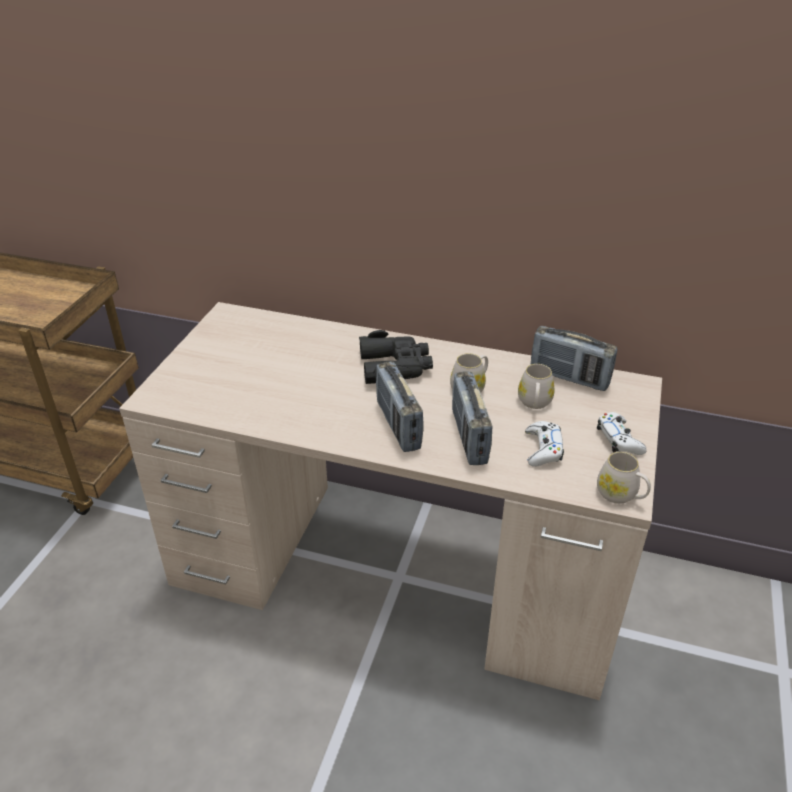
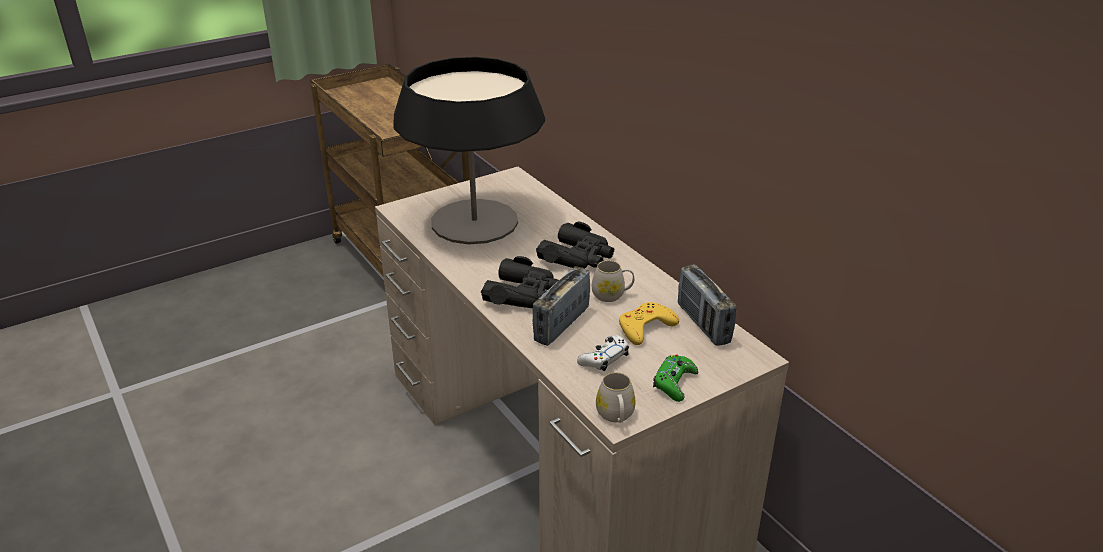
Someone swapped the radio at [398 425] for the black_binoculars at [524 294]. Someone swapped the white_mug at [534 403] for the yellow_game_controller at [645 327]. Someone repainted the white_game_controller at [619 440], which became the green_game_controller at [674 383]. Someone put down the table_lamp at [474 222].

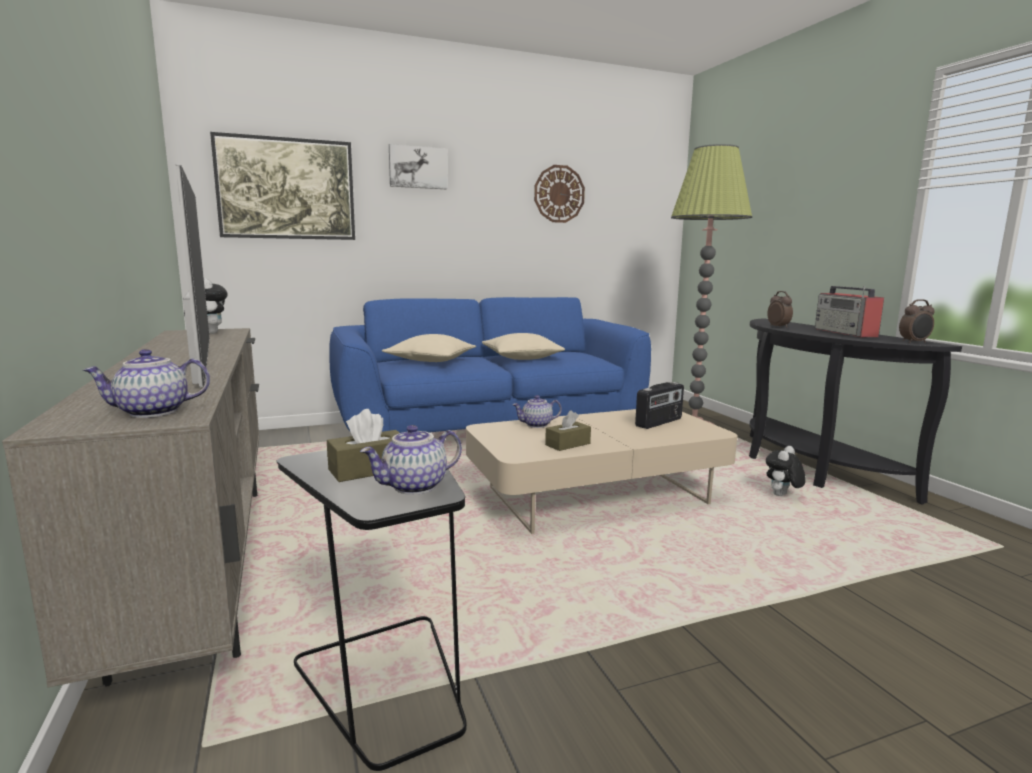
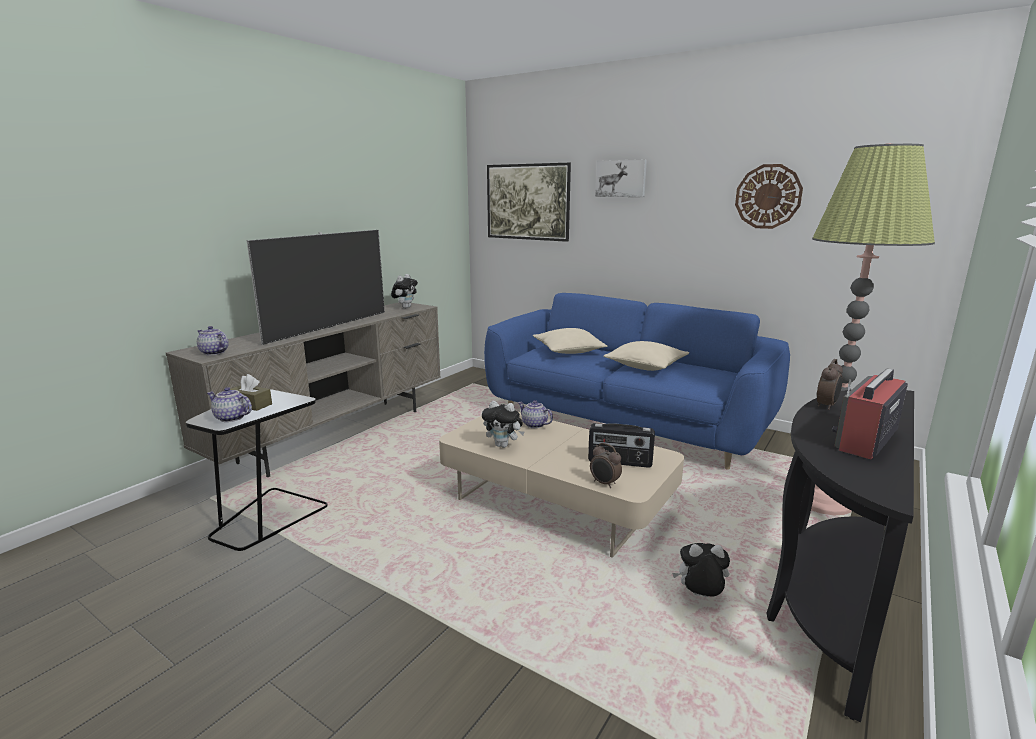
Someone carried the alarm_clock from [914 342] to [604 483]. Someone swapped the brown_tissue_box at [567 444] for the plush_toy at [503 445].

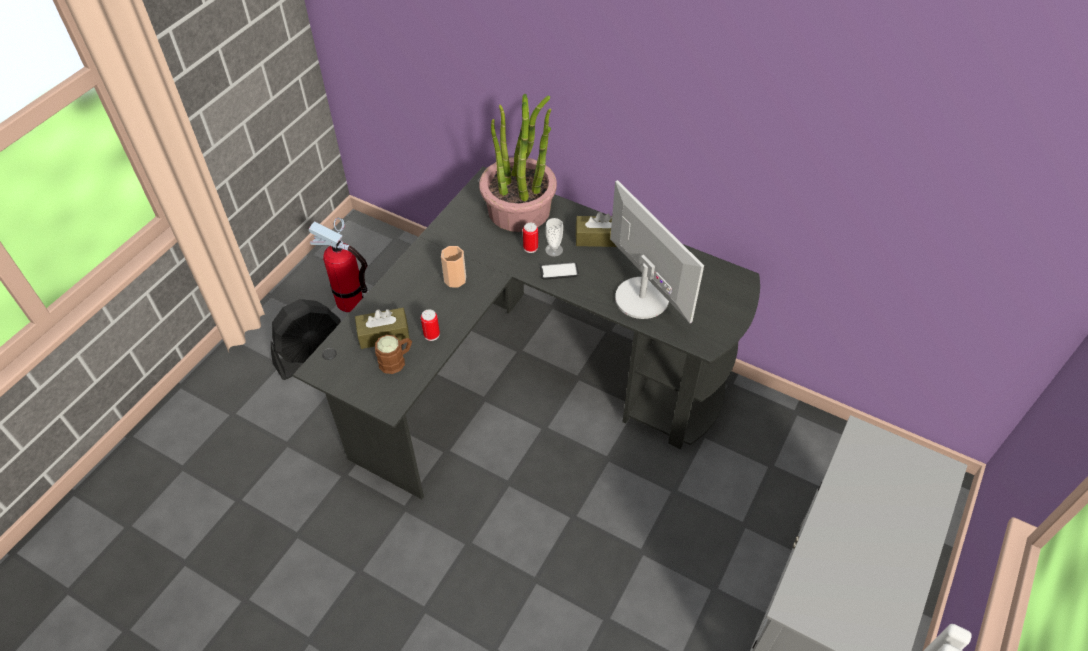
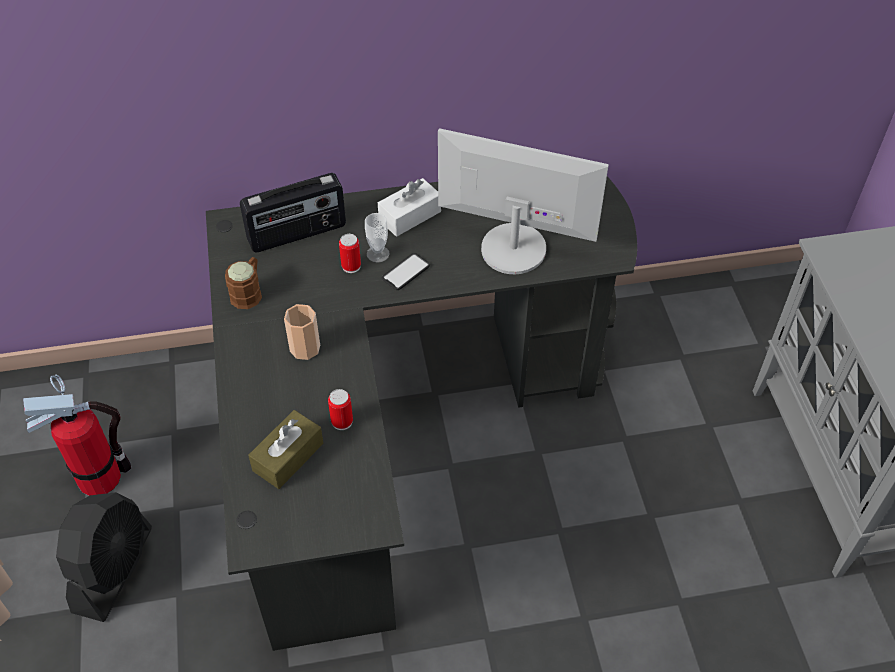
Someone swapped the potted_plant at [519 210] for the radio at [297 234]. Someone repainted the brown_tissue_box at [598 238], which became the white_tissue_box at [410 216]. Someone carried the brown_mug from [396 361] to [248 292].

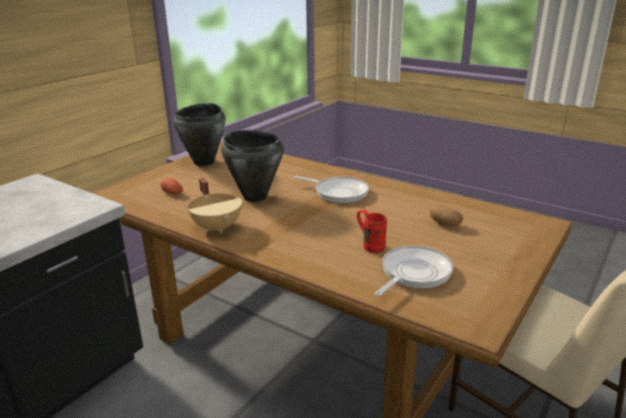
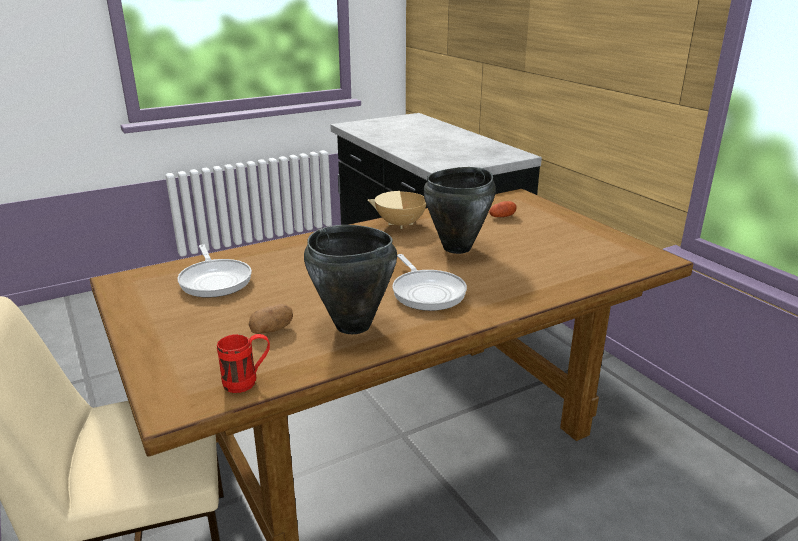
Someone carried the black_cooking_pot from [204 162] to [353 326]. Someone rotated the frying_pan at [338 192] by 75 degrees counterclockwise. Someone carried the red_mug from [370 245] to [248 382].

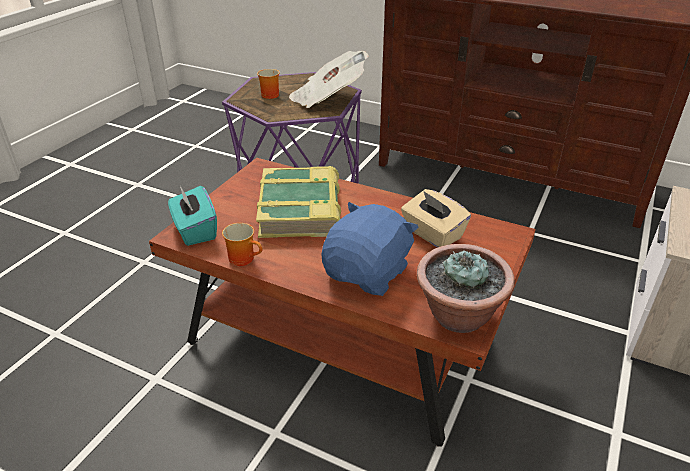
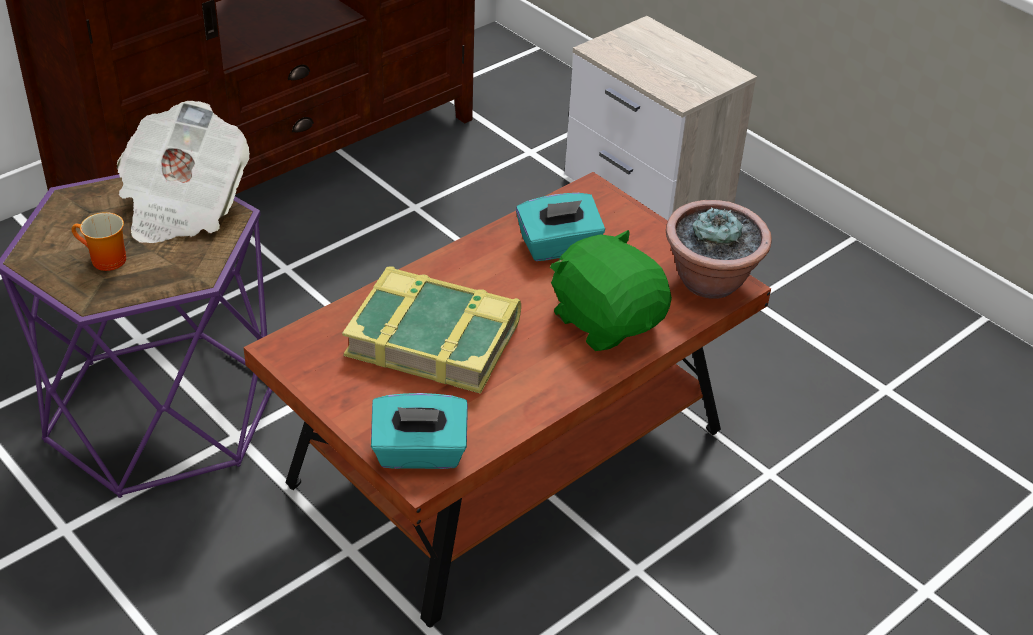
Someone repainted the beige_tissue_box at [432 234], which became the turquoise_tissue_box at [558 247]. Someone repainted the blue_plush_toy at [368 273], which became the green_plush_toy at [606 321]. Someone took away the mug at [245 258].

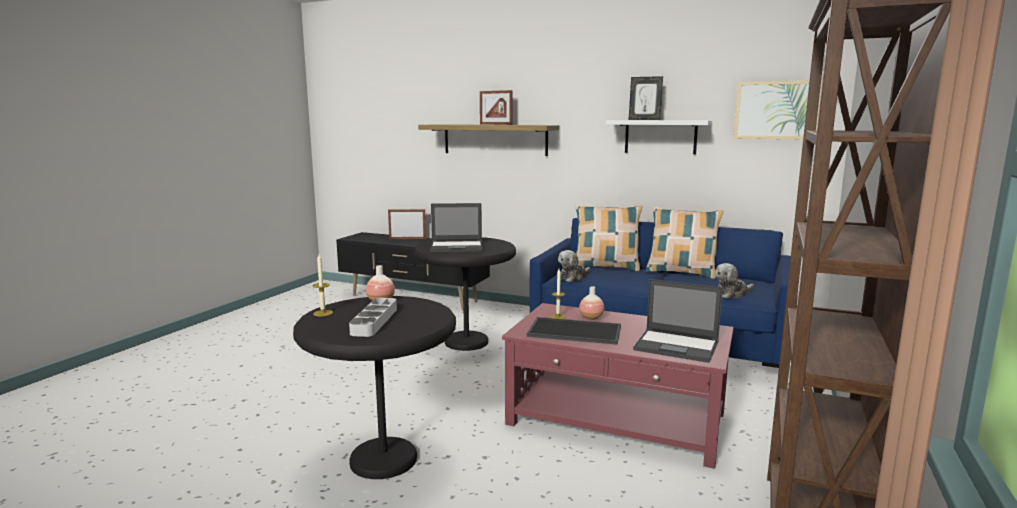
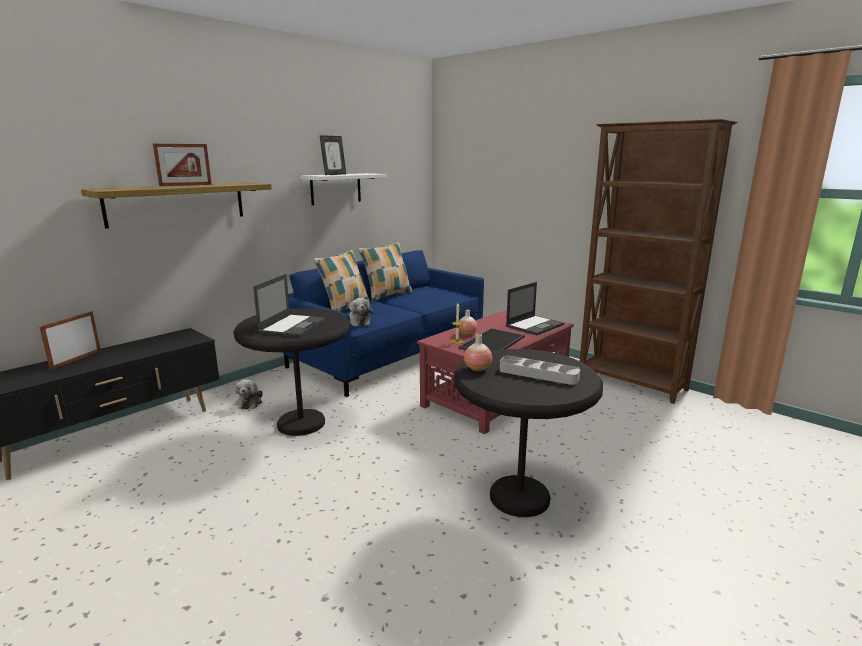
Someone took away the picture at [777 110]. Someone took away the candle at [323 313]. Someone carried the plush_toy from [732 294] to [250 402].

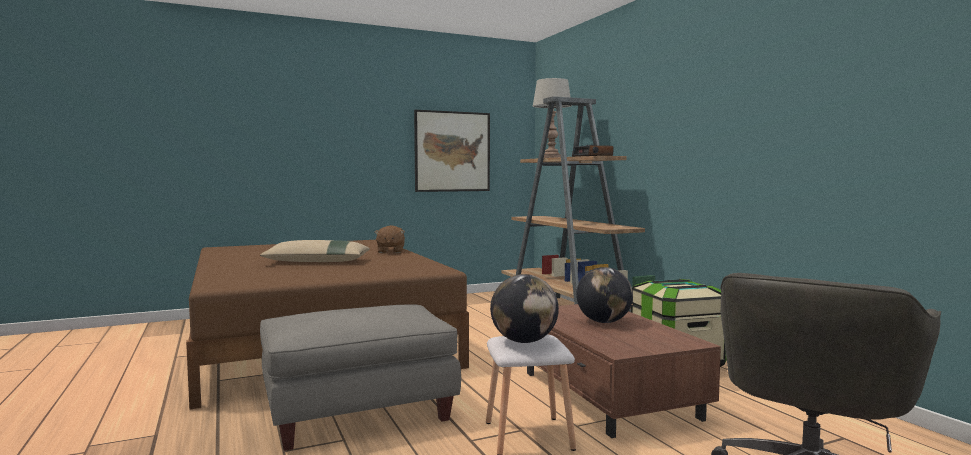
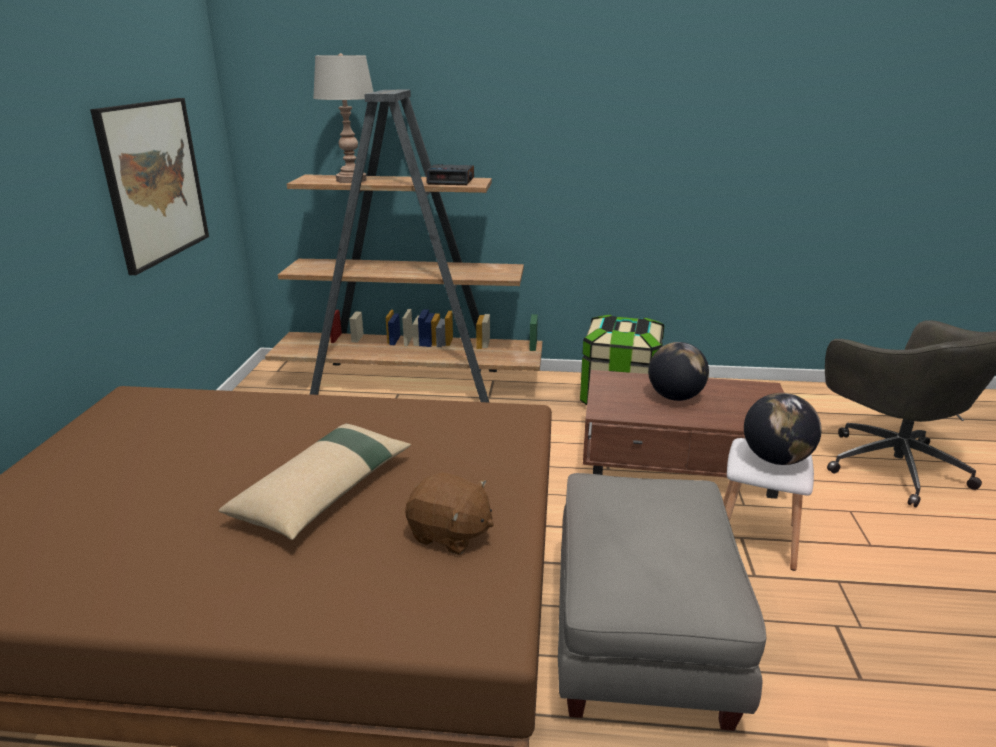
Someone carried the brown_plush_toy from [390 251] to [450 534].

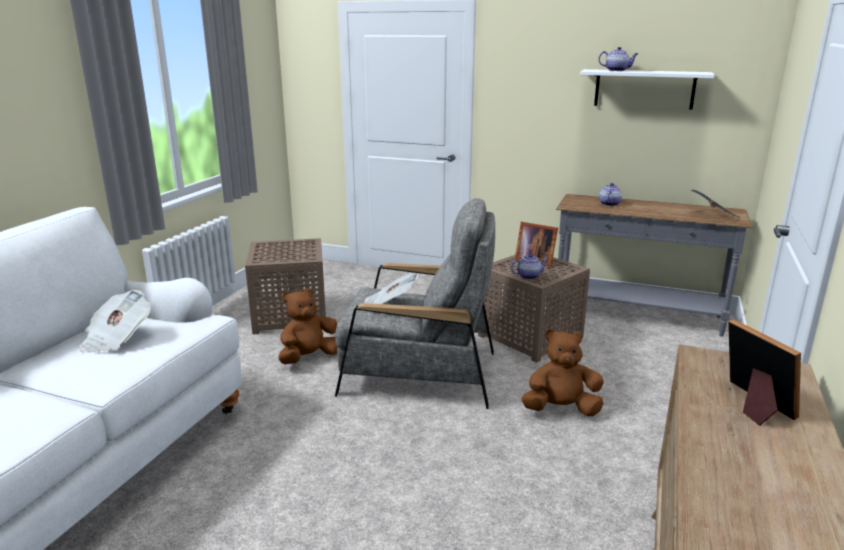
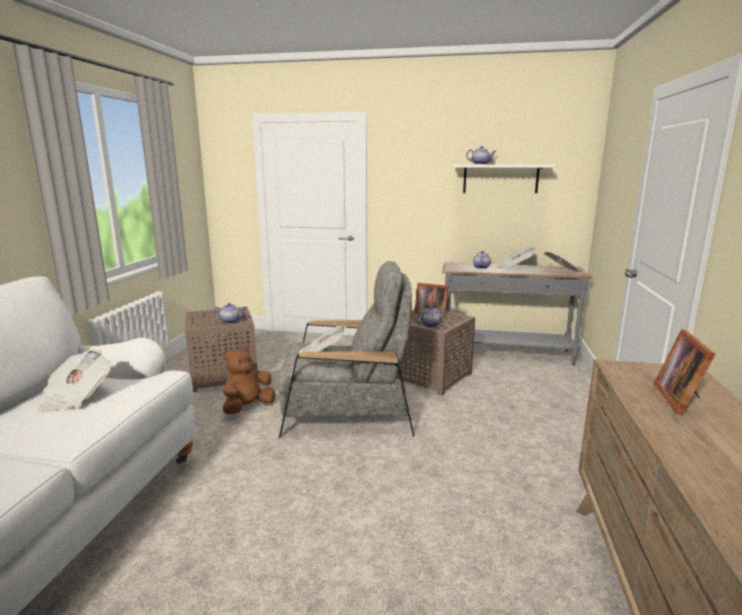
Someone rotated the picture_frame at [753 404] by 135 degrees counterclockwise. Someone took away the brown_plush_toy at [561 409]. Someone put down the newspaper at [514 268]. Someone put down the teapot at [231 321].

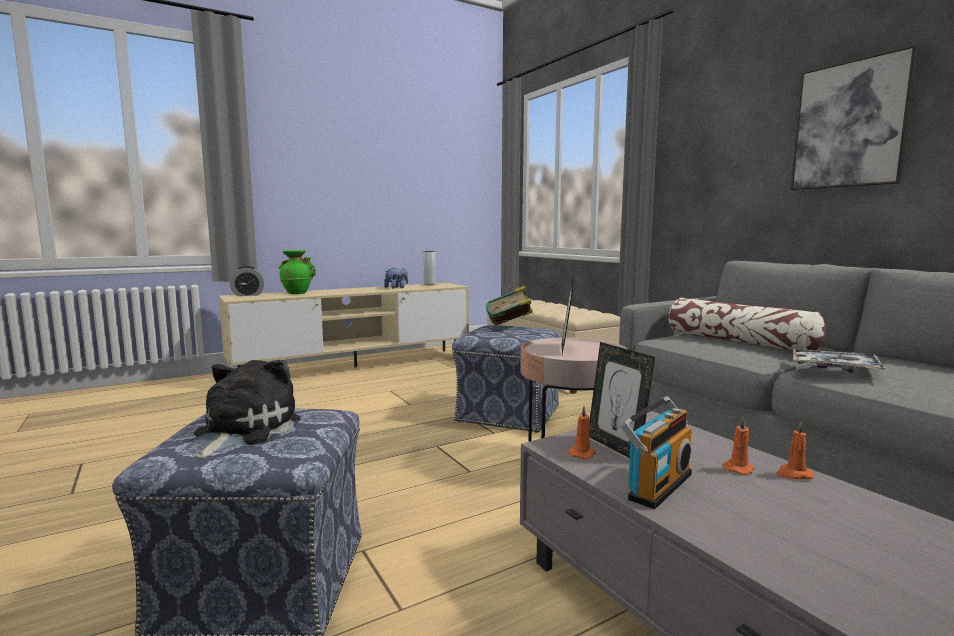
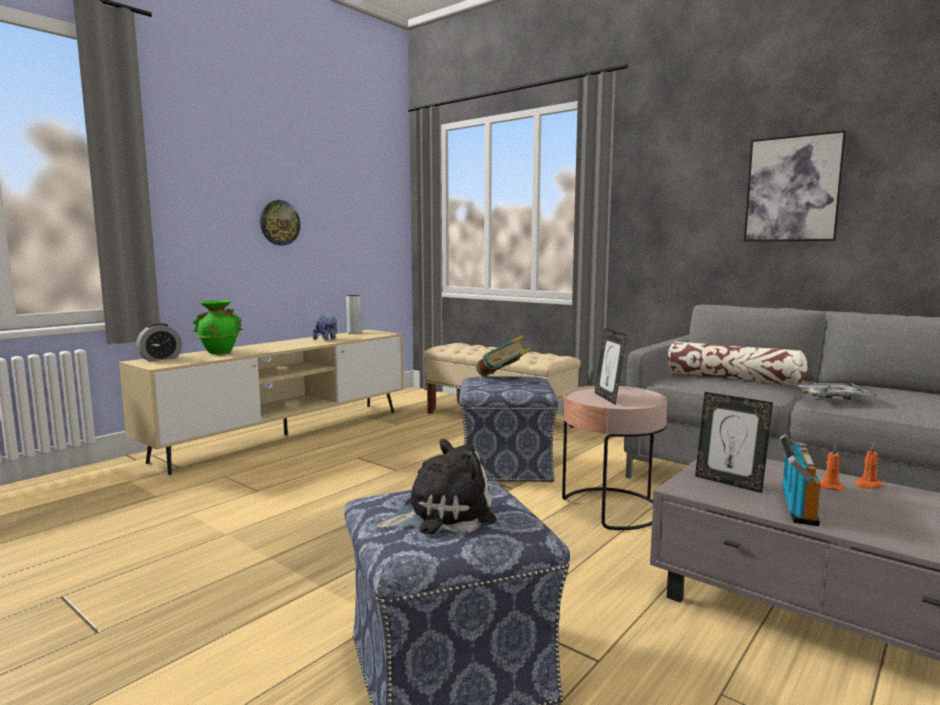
Someone rotated the plush_toy at [243 431] by 75 degrees clockwise. Someone took away the orange_candle at [582 454]. Someone put up the wall_clock at [279 223].

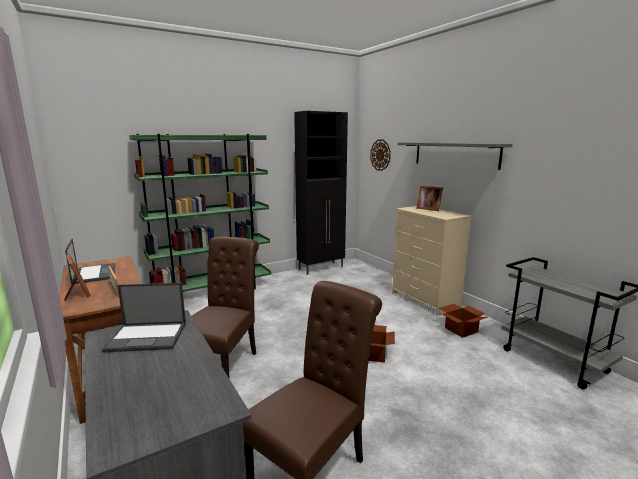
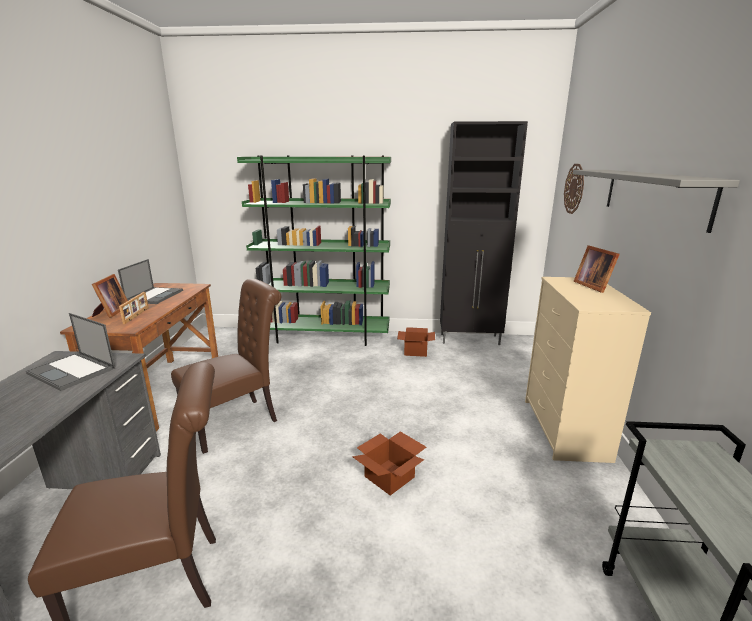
Someone carried the cardboard_box from [461 329] to [416 351].

